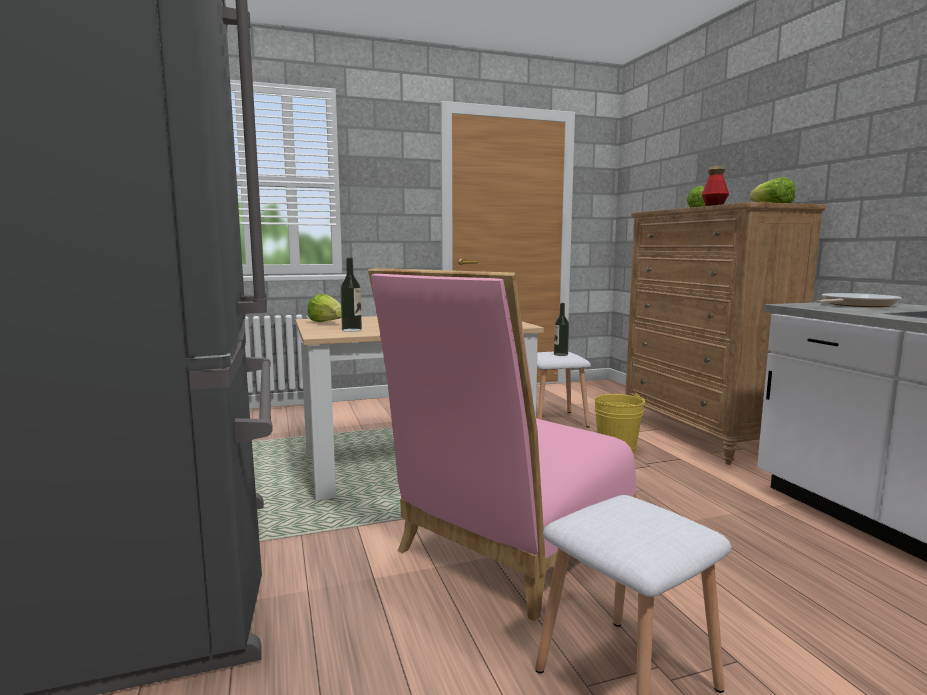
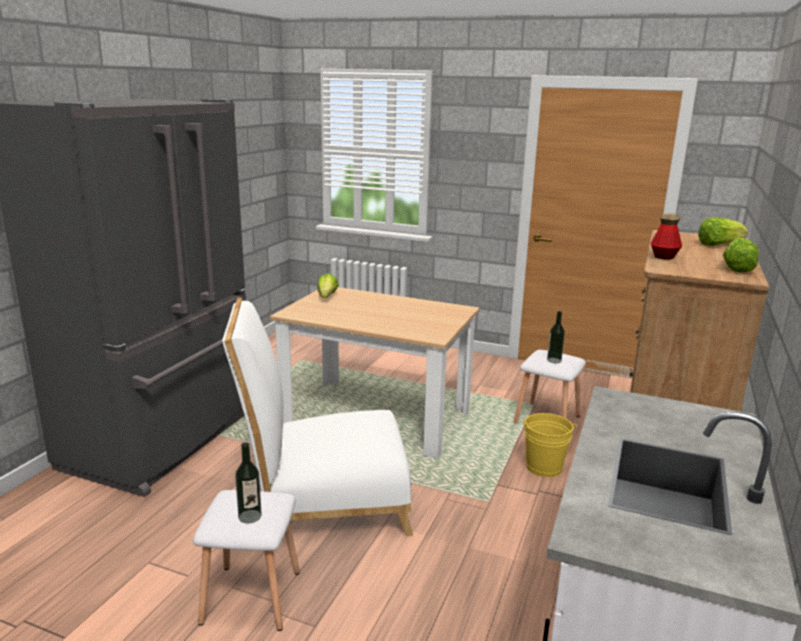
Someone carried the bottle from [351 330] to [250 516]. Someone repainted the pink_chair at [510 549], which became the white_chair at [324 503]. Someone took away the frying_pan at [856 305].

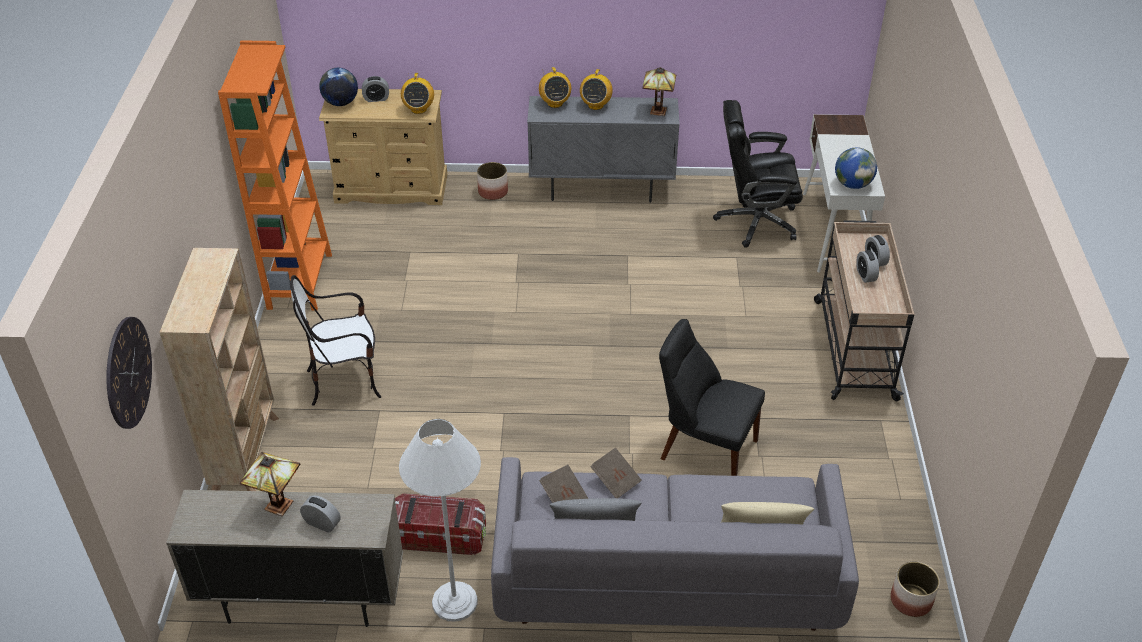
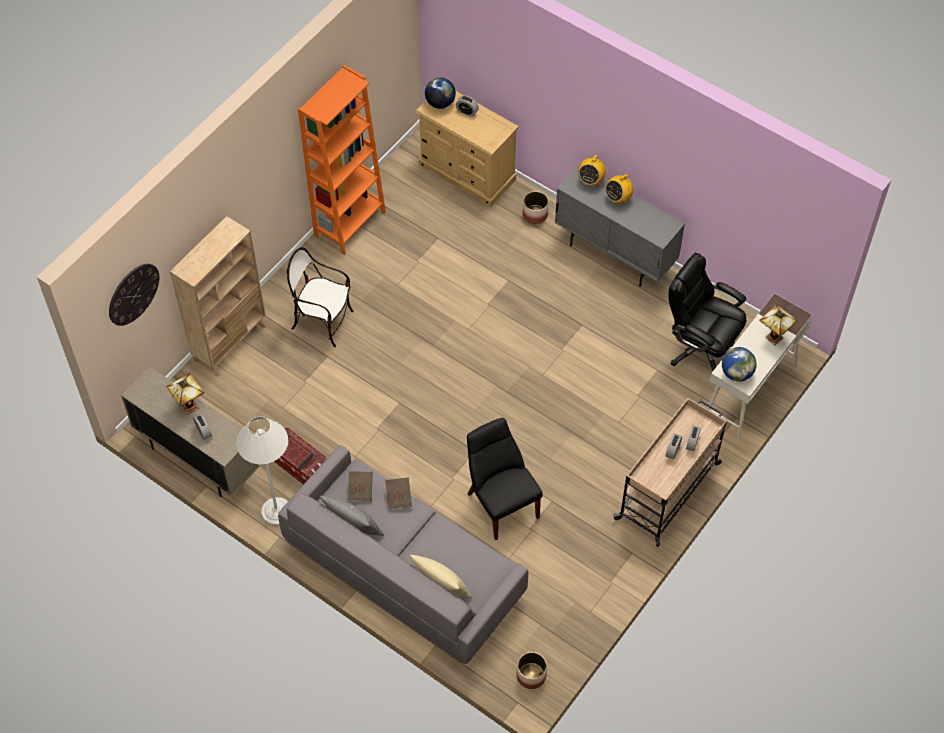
Someone carried the table_lamp from [656 111] to [772 337]. Someone took away the radio at [418 109].

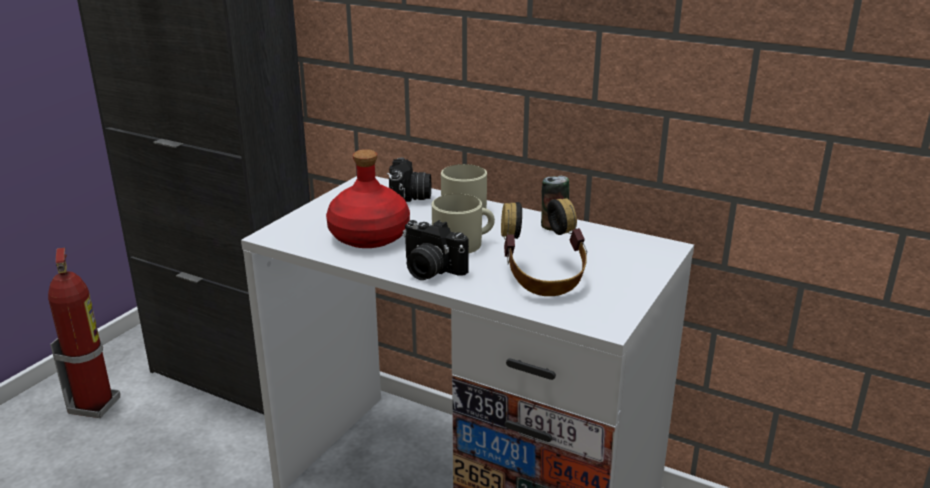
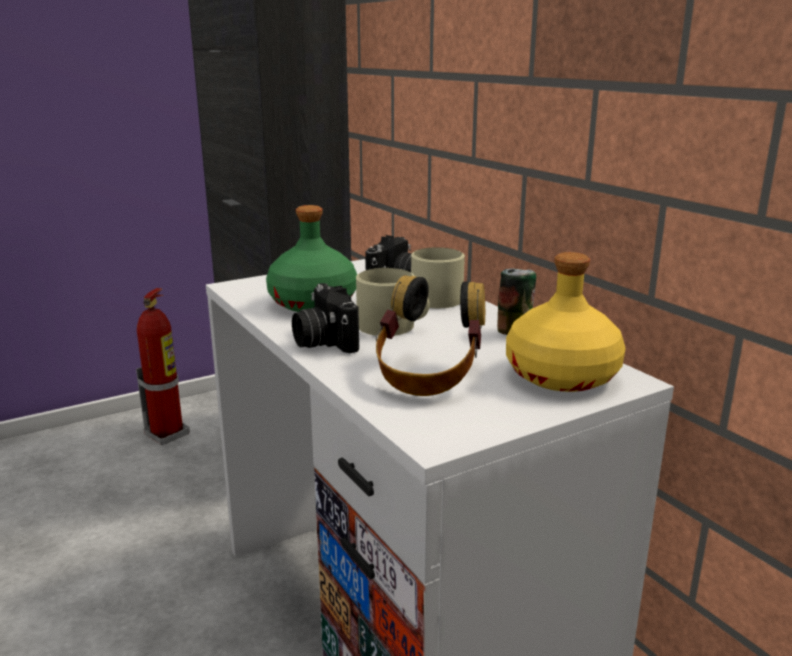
Someone repainted the red_bottle at [369 237], which became the green_bottle at [312 303]. Someone put down the yellow_bottle at [560 375].

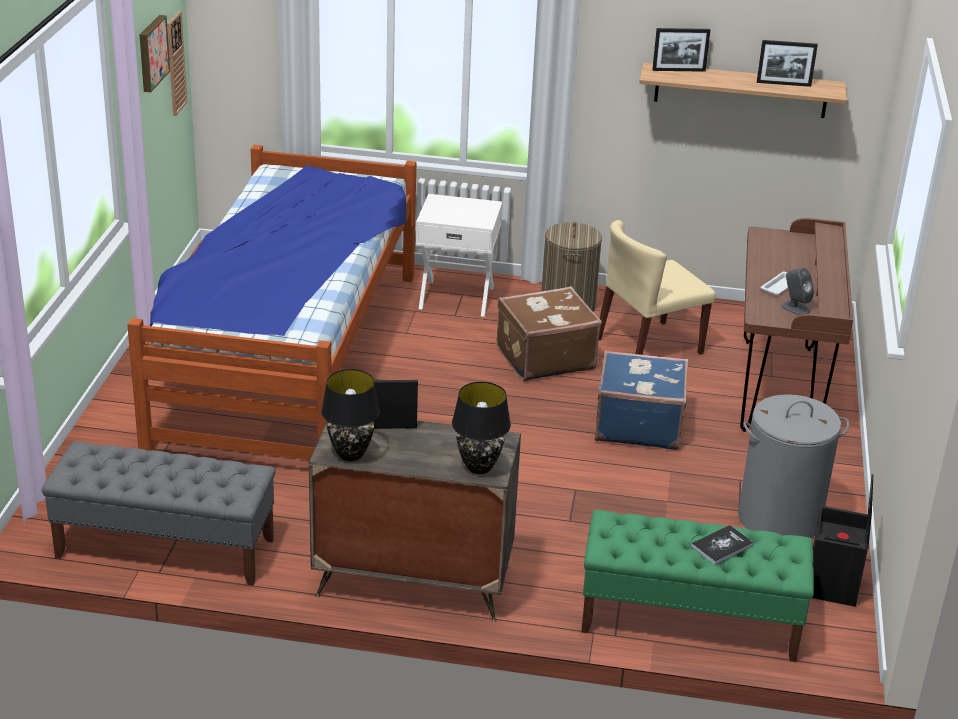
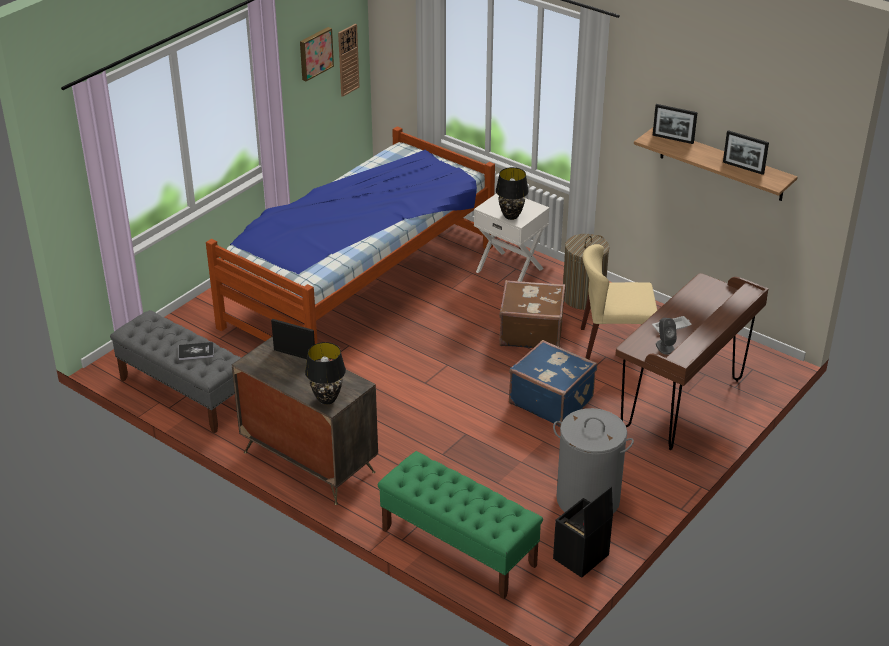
Someone carried the black_table_lamp from [350 454] to [510 216]. Someone carried the book from [722 546] to [196 352].

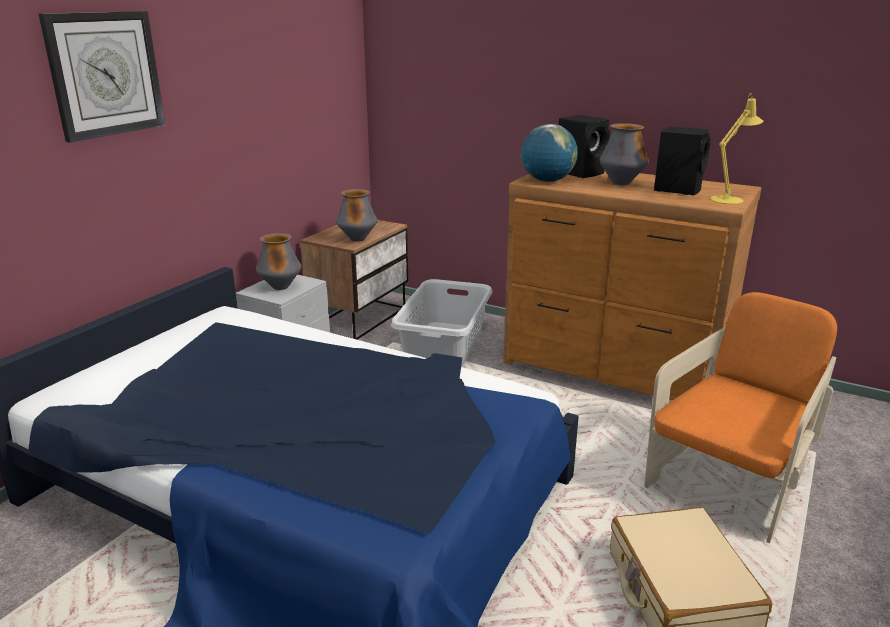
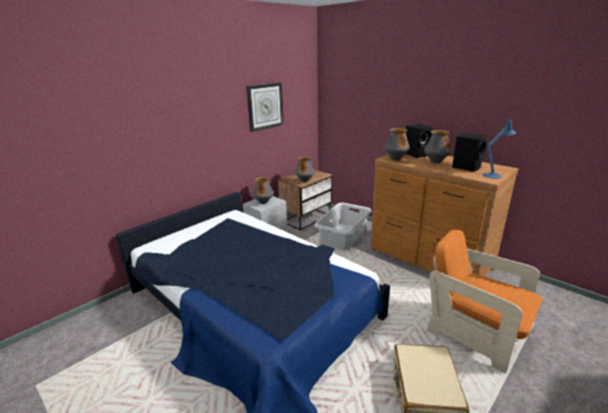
Someone carried the wall_clock from [105 74] to [265 106]. Someone repainted the yellow_table_lamp at [729 199], which became the blue_table_lamp at [493 175]. Someone swapped the globe at [547 181] for the vase at [396 159]. Someone rotated the orange_armchair at [730 483] by 105 degrees counterclockwise.

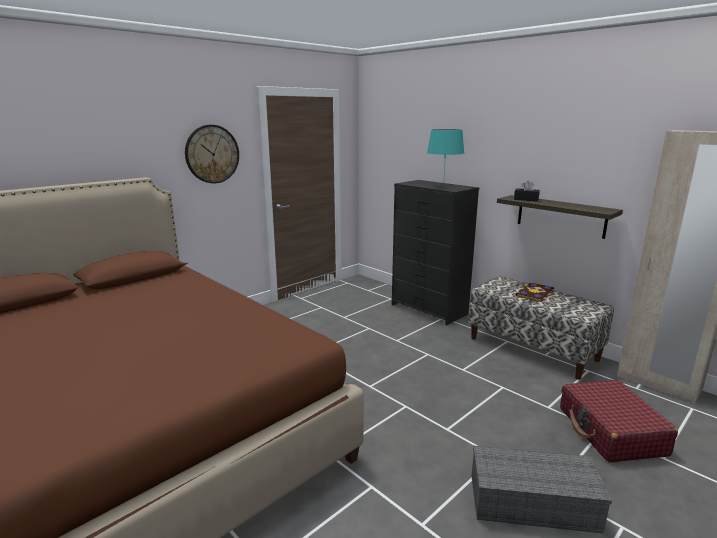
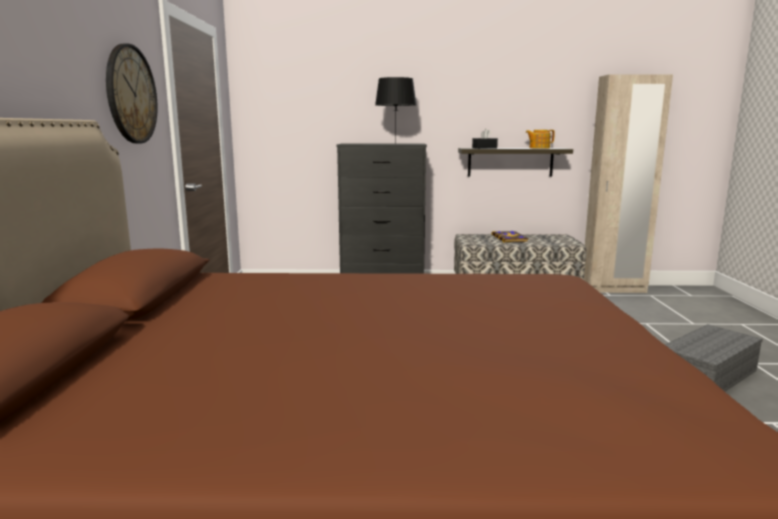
Someone repainted the turquoise_table_lamp at [443 186], which became the black_table_lamp at [395 143]. Someone took away the red_suitcase at [611 431]. Someone put down the teapot at [538 148].

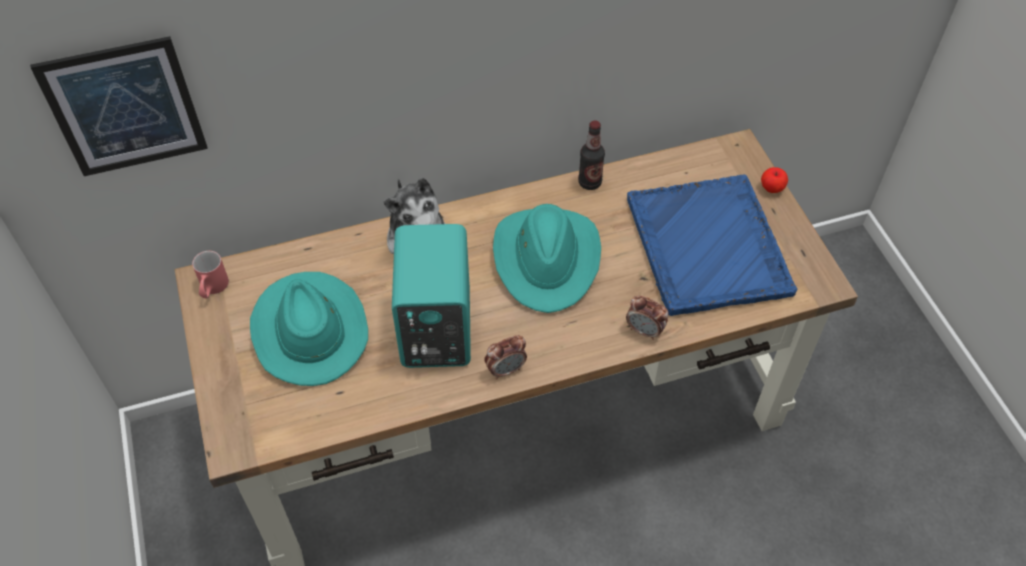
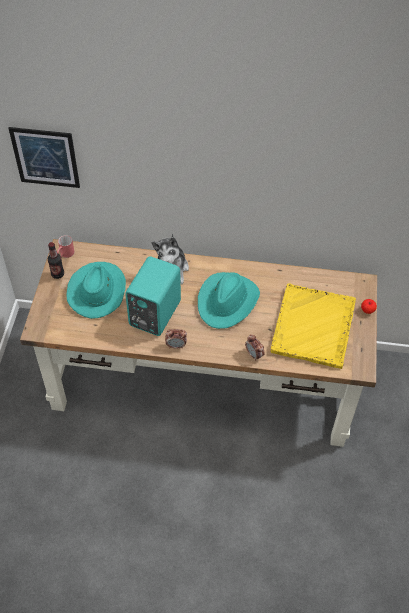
Someone carried the bottle from [589 182] to [57 274]. Someone repainted the blue_tray at [708 247], which became the yellow_tray at [313 327].

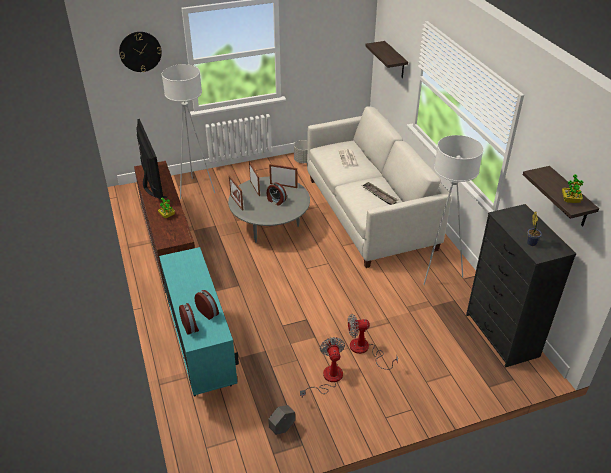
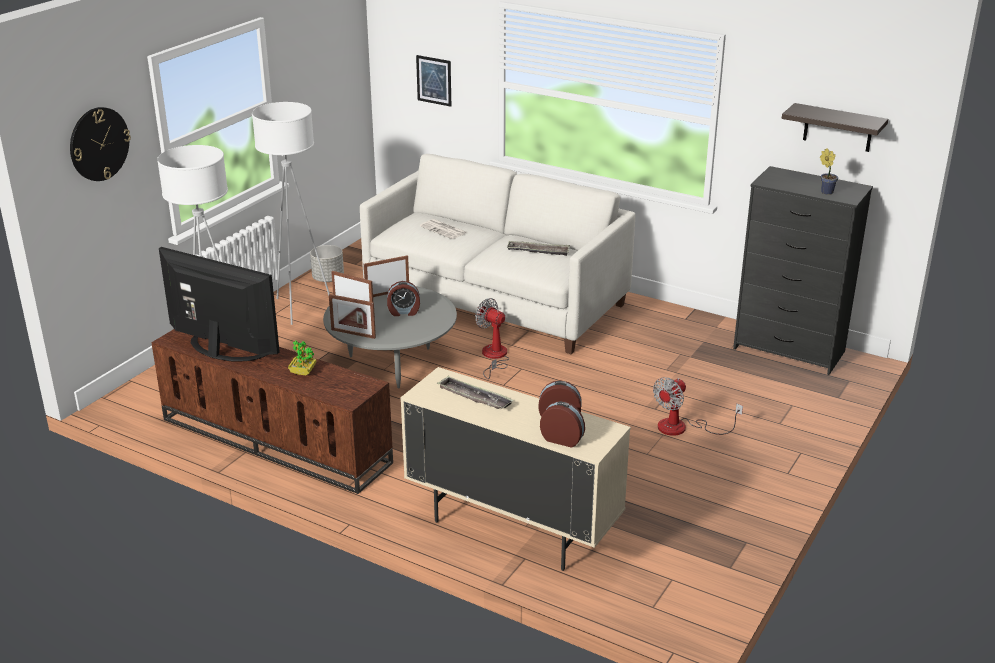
Someone swapped the shelf at [395 60] for the picture at [434 80]. Someone carried the white_floor_lamp from [438 273] to [299 308]. Someone took away the potted_plant at [570 200]. Someone repainted the turquoise_cabinet at [202 356], which became the beige_cabinet at [511 529]. Someone carried the fan from [327 379] to [494 357]. Someone took away the grey_planter at [282 428]. Someone put down the tray at [474 397].

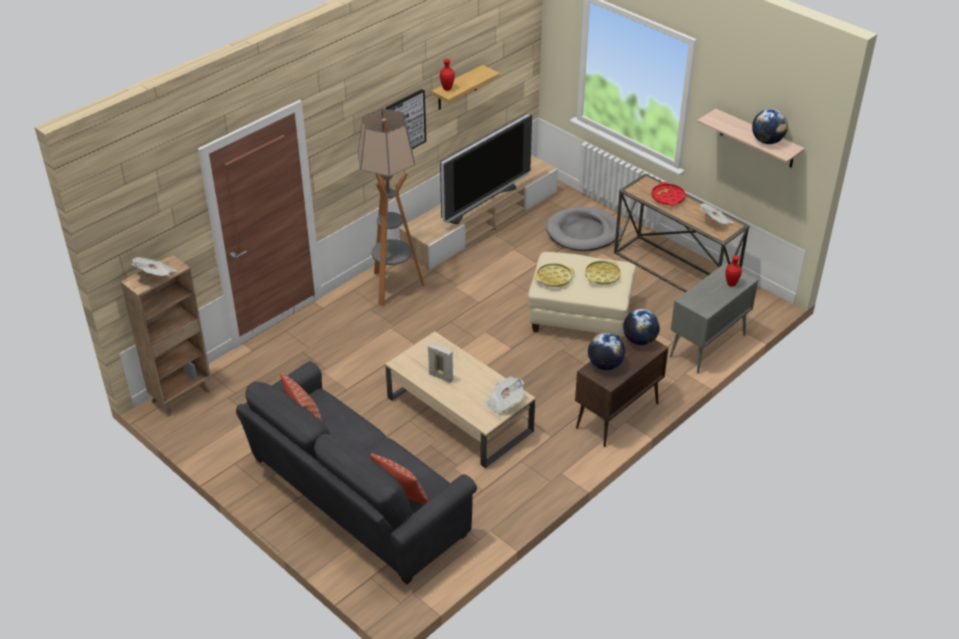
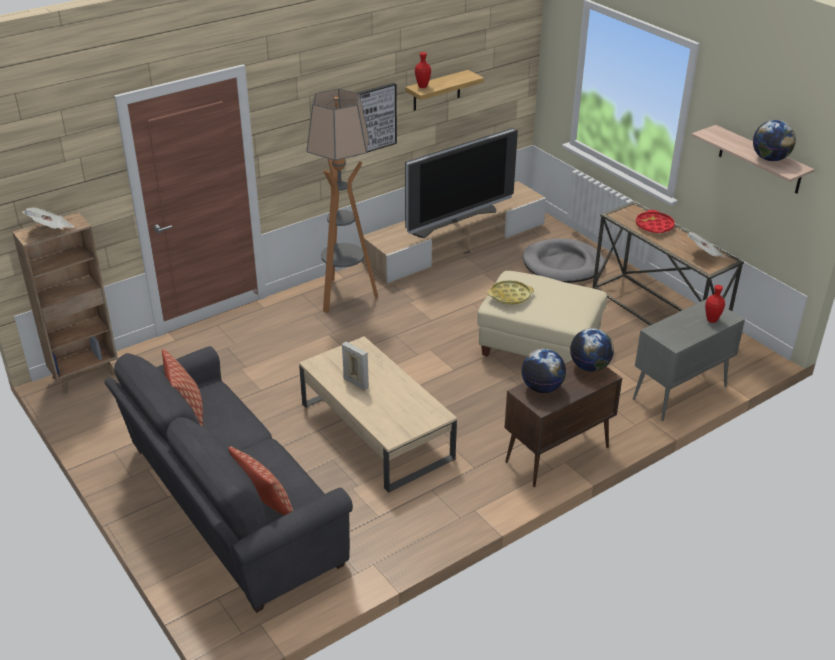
Someone took away the yellow_tray at [602 275]. Someone took away the newspaper at [504 403].

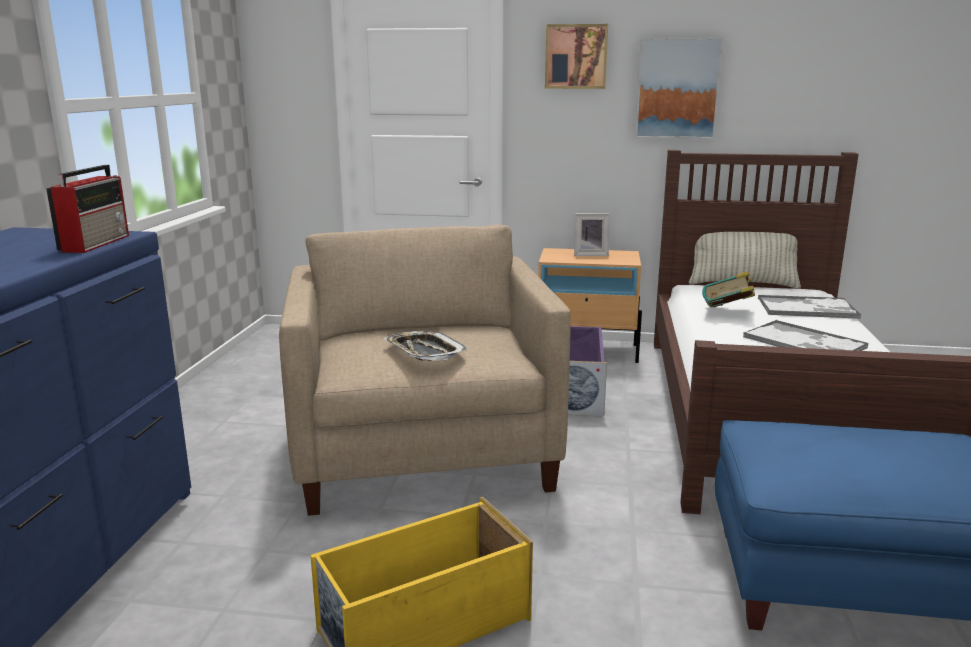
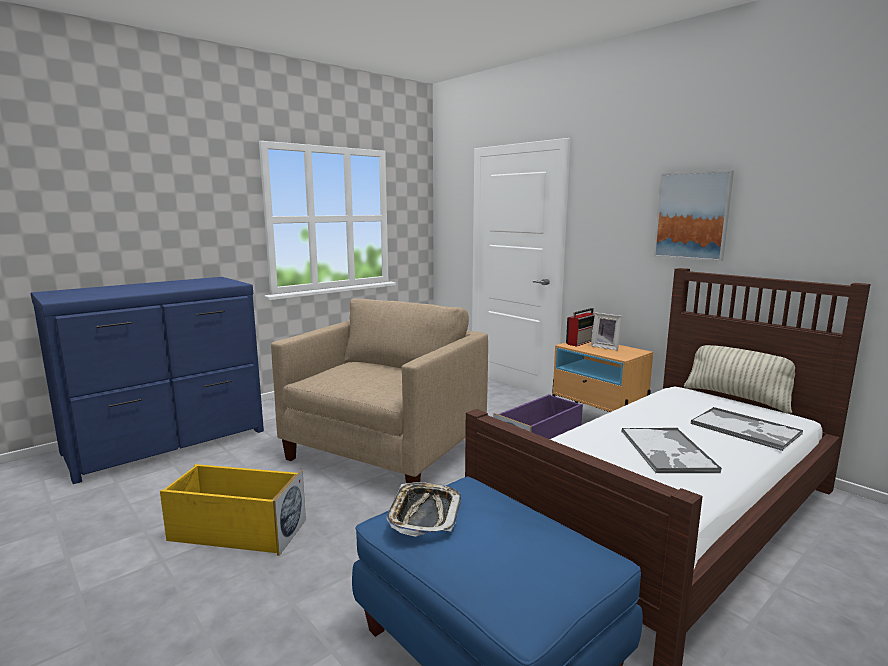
Someone took away the picture at [576 56]. Someone carried the radio from [96 243] to [581 342]. Someone took away the book at [727 313]. Someone carried the tray from [424 352] to [424 514].

